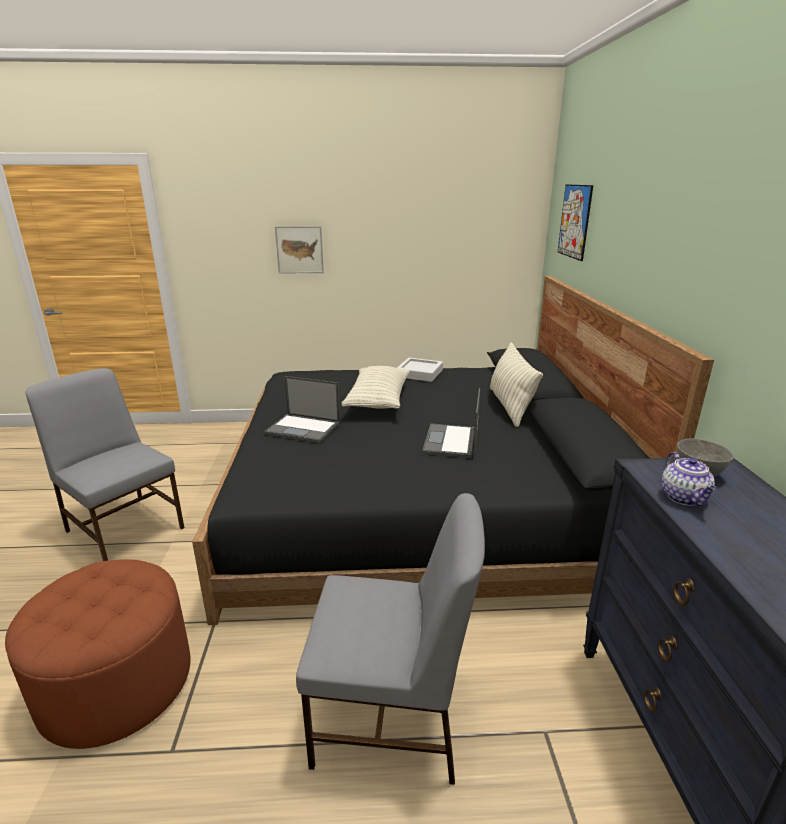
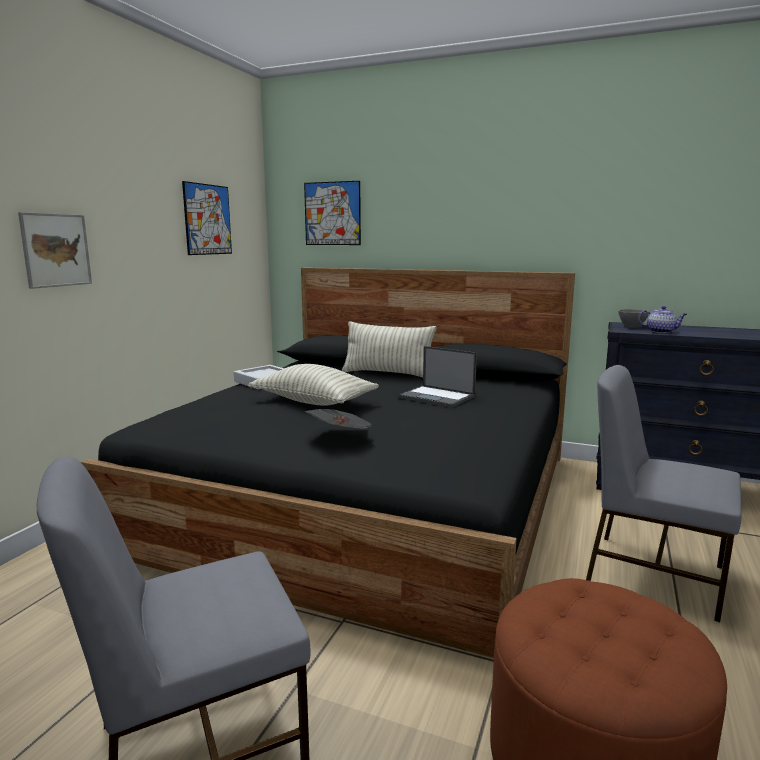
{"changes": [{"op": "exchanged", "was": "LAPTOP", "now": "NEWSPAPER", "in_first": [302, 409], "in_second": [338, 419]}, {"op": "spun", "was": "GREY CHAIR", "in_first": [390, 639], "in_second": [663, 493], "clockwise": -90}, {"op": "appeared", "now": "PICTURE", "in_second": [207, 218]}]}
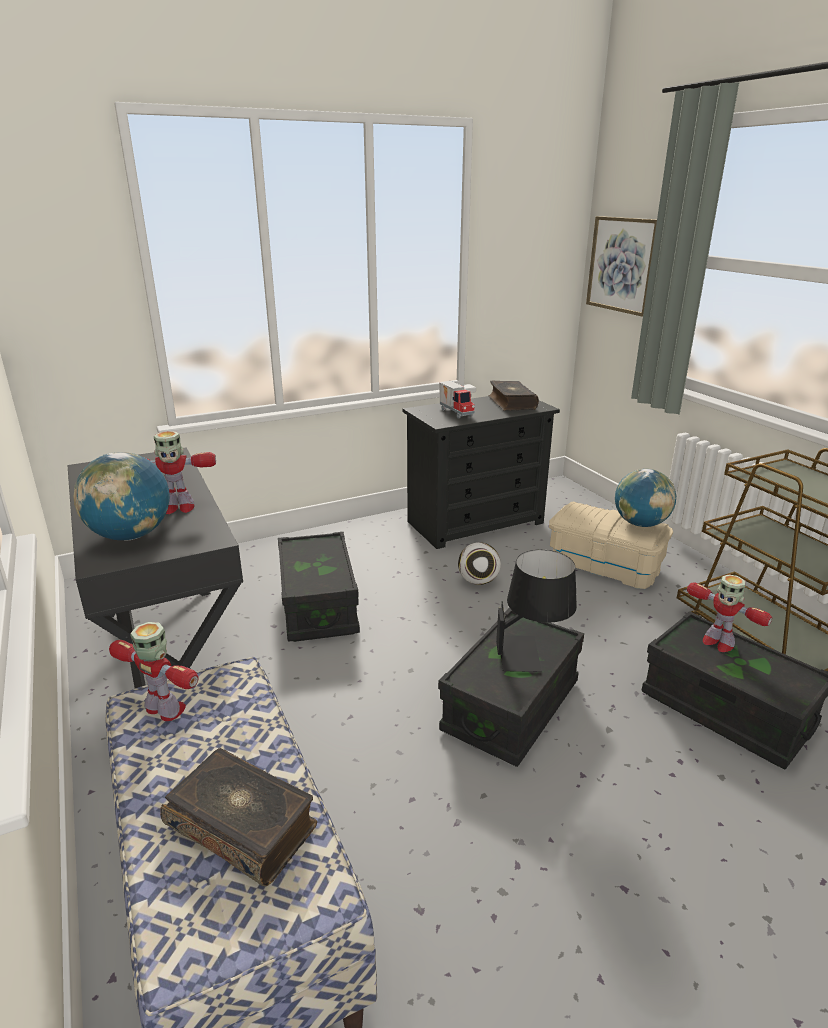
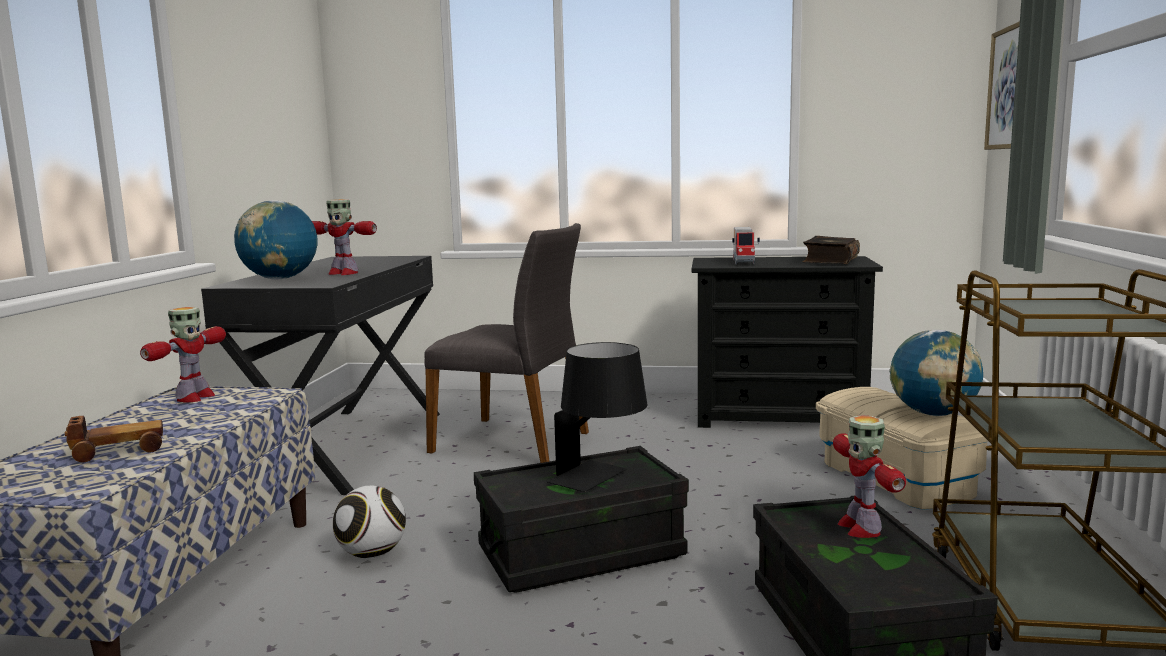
{"changes": [{"op": "exchanged", "was": "BLACK STORAGE BOX", "now": "GREY CHAIR", "in_first": [319, 587], "in_second": [507, 343]}, {"op": "relocated", "was": "FOOTBALL", "in_first": [479, 563], "in_second": [369, 521]}, {"op": "spun", "was": "TOY ROBOT", "in_first": [153, 671], "in_second": [183, 354], "clockwise": 45}, {"op": "exchanged", "was": "BOOK", "now": "TOY CAR", "in_first": [238, 817], "in_second": [114, 439]}]}
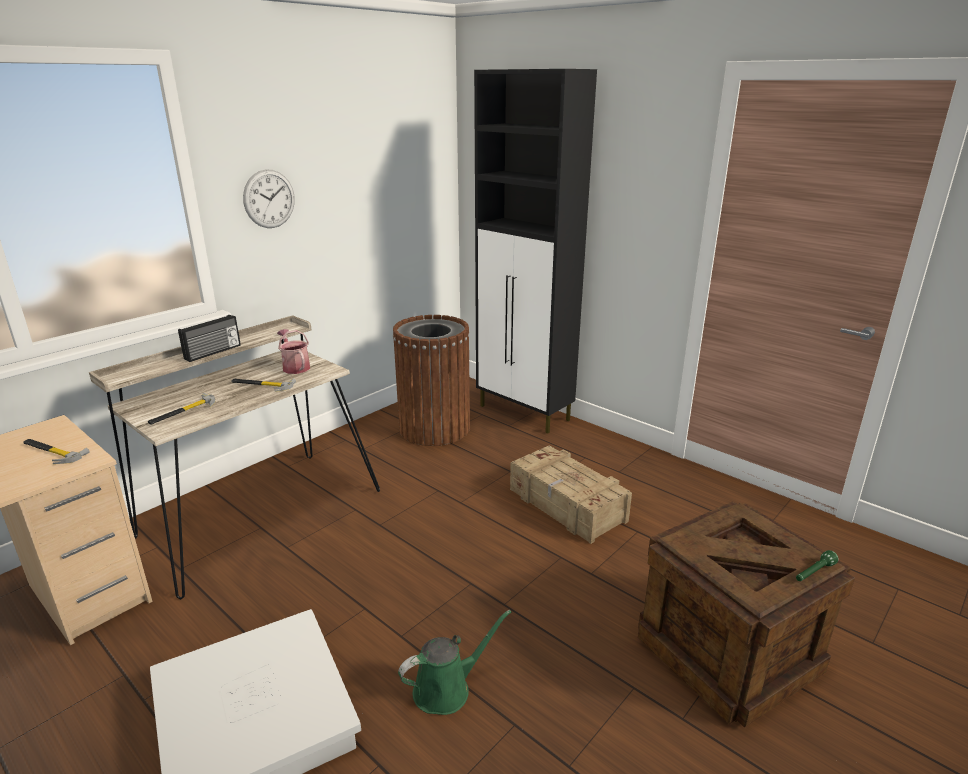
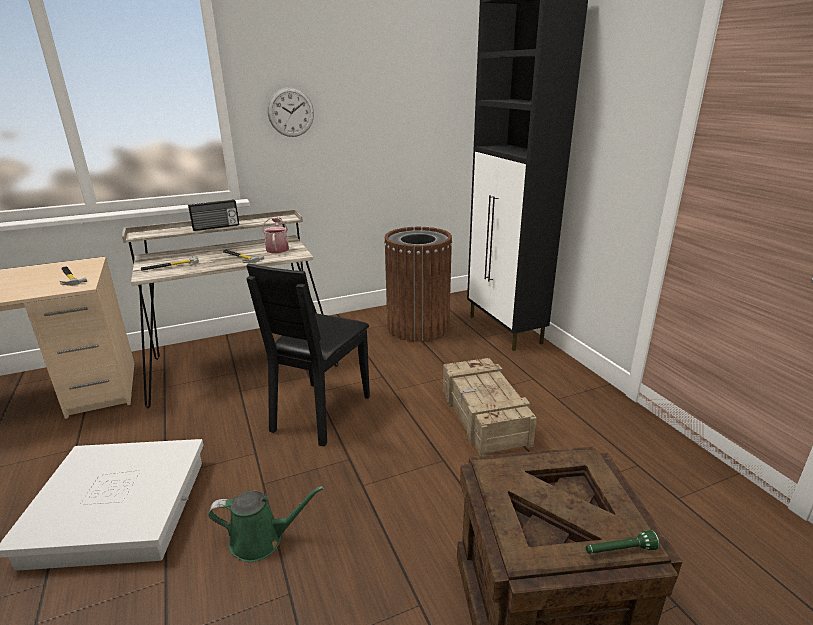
{"changes": [{"op": "appeared", "now": "BLACK CHAIR", "in_second": [308, 354]}]}
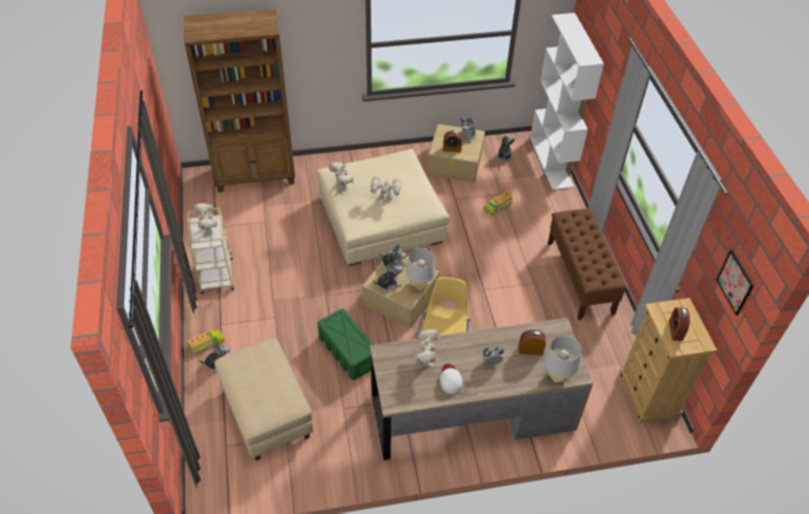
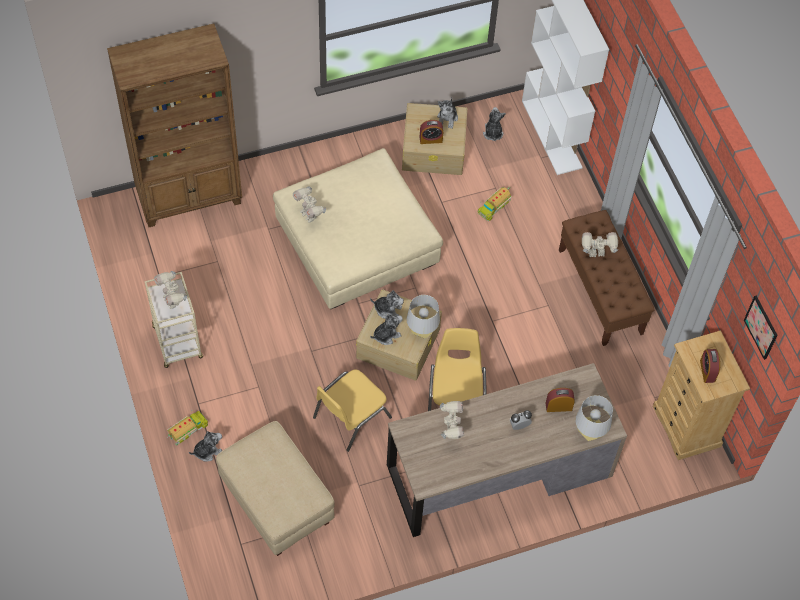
{"changes": [{"op": "relocated", "was": "TOY ROBOT", "in_first": [385, 189], "in_second": [600, 244]}, {"op": "exchanged", "was": "GREEN STORAGE BOX", "now": "YELLOW CHAIR", "in_first": [345, 344], "in_second": [352, 410]}, {"op": "missing", "was": "WHITE CAP", "in_first": [451, 379]}]}
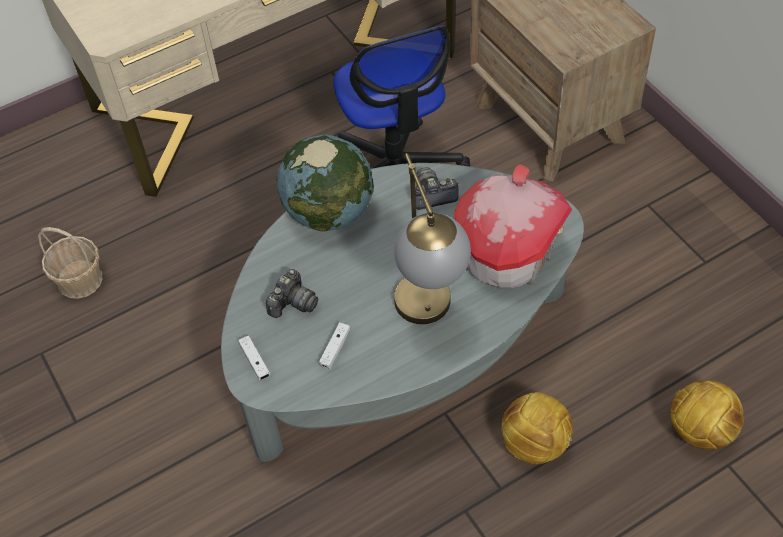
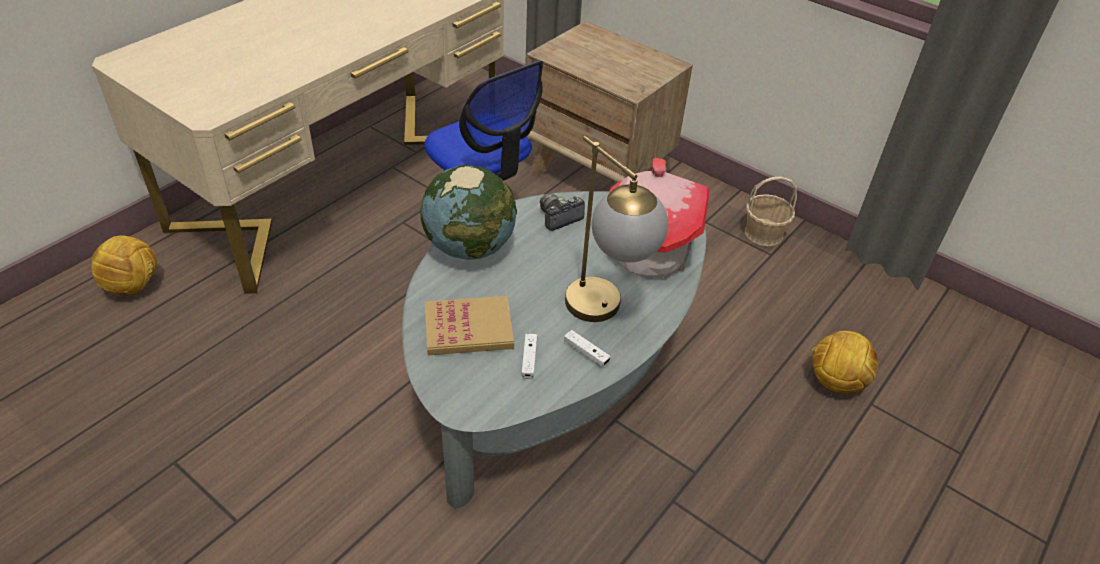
{"changes": [{"op": "relocated", "was": "BASKET", "in_first": [70, 263], "in_second": [771, 211]}, {"op": "exchanged", "was": "PHOTO CAMERA", "now": "BOOK", "in_first": [292, 293], "in_second": [469, 325]}, {"op": "relocated", "was": "WHITE GAME CONTROLLER", "in_first": [254, 357], "in_second": [587, 348]}, {"op": "relocated", "was": "FOOTBALL", "in_first": [537, 428], "in_second": [124, 265]}]}
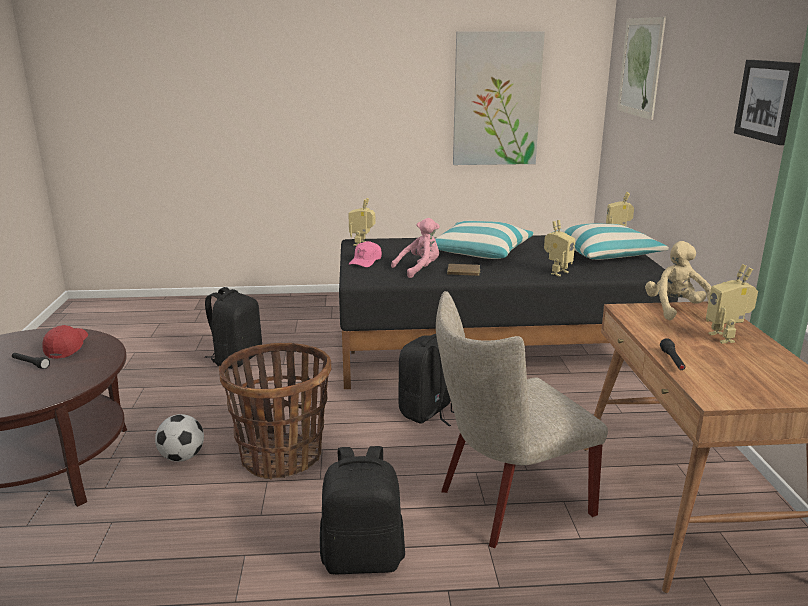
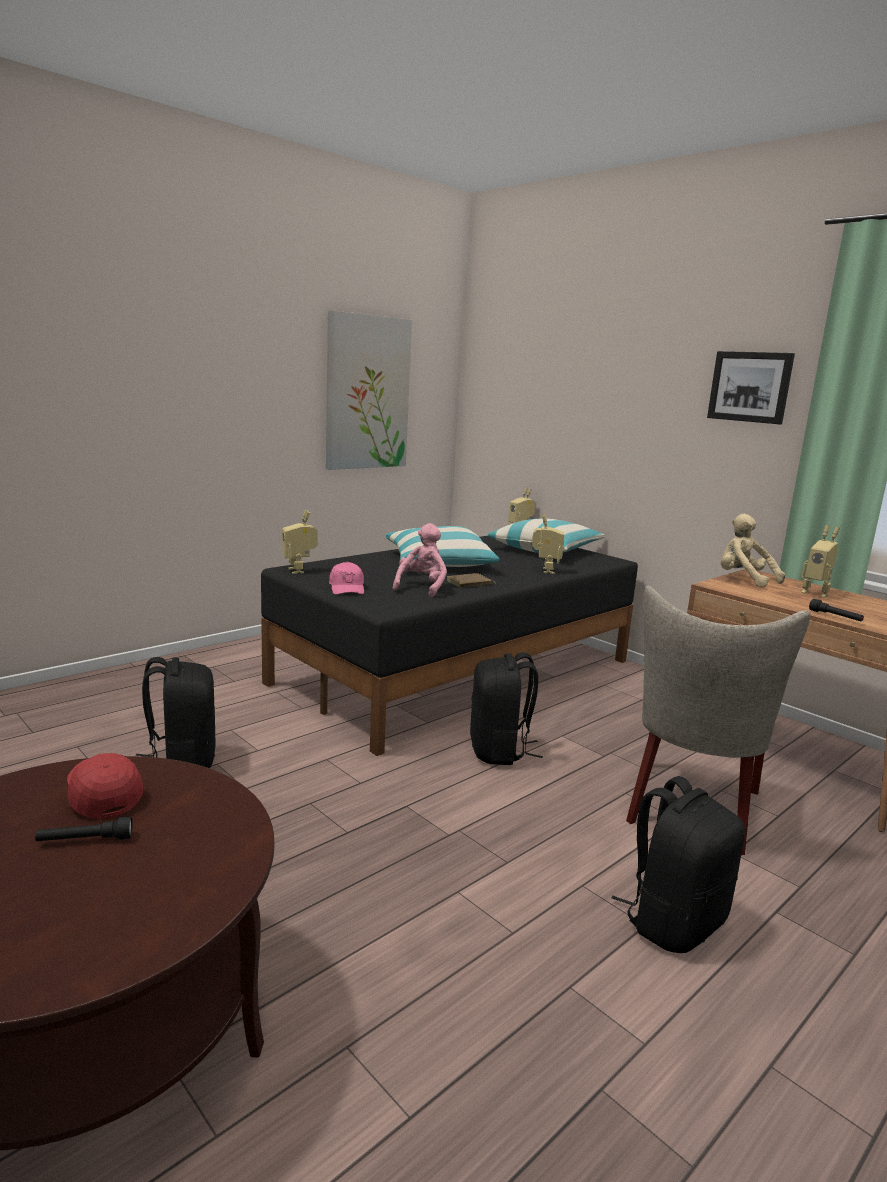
{"changes": [{"op": "missing", "was": "PICTURE", "in_first": [641, 68]}, {"op": "missing", "was": "BASKET", "in_first": [275, 411]}, {"op": "missing", "was": "FOOTBALL", "in_first": [179, 438]}]}
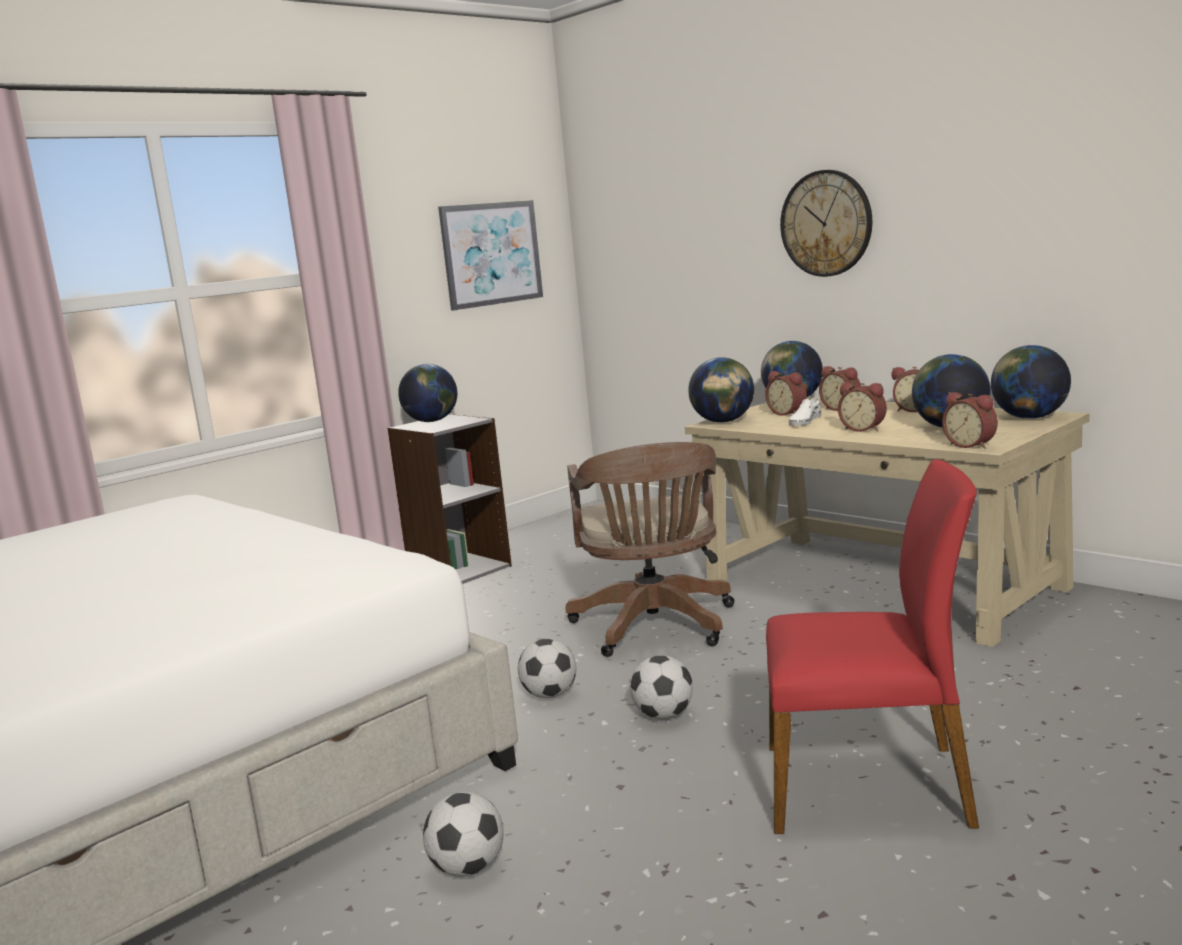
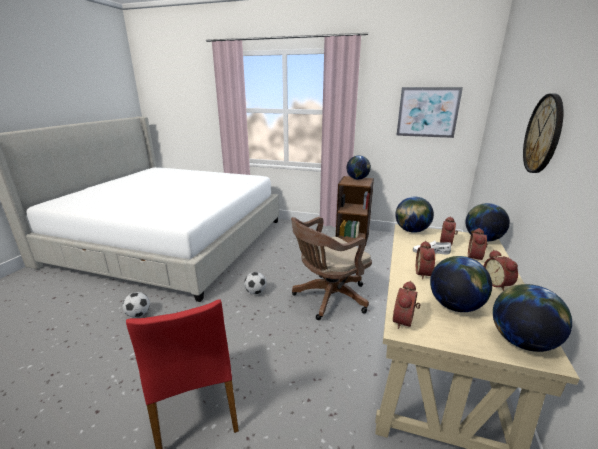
{"changes": [{"op": "colour", "was": "GREY BOOKCASE", "now": "BROWN BOOKCASE", "in_first": [450, 498], "in_second": [355, 211]}, {"op": "missing", "was": "FOOTBALL", "in_first": [661, 687]}]}
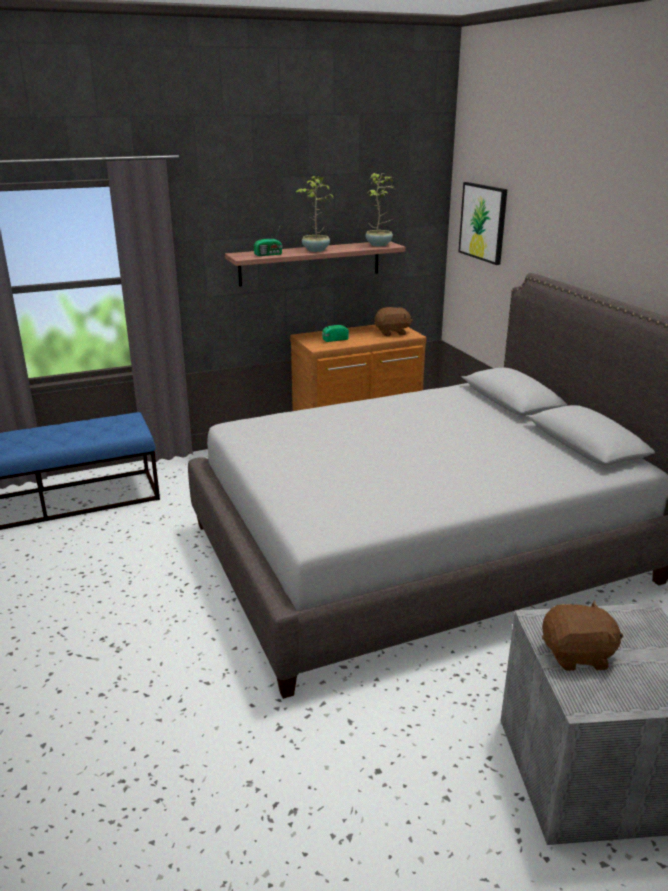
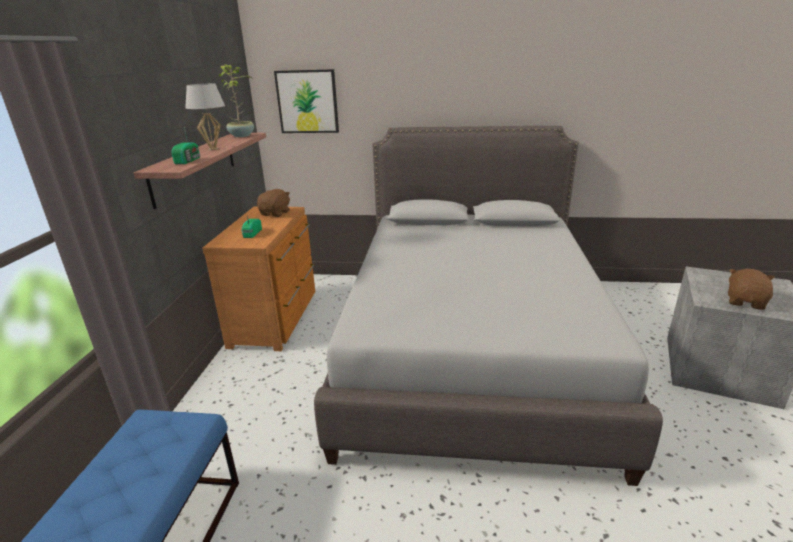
{"changes": [{"op": "exchanged", "was": "POTTED PLANT", "now": "WHITE TABLE LAMP", "in_first": [314, 214], "in_second": [205, 116]}]}
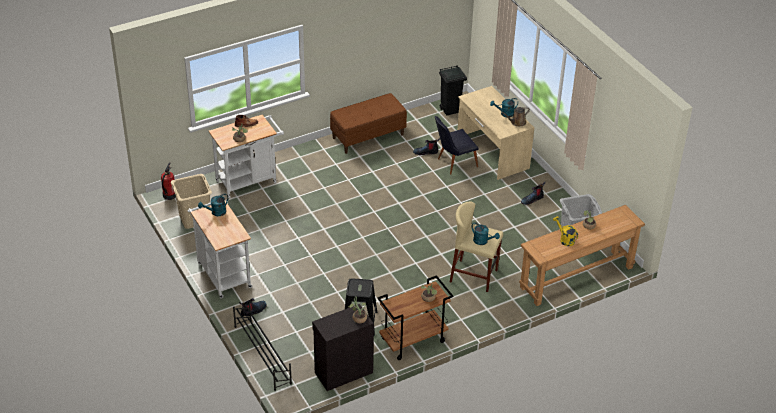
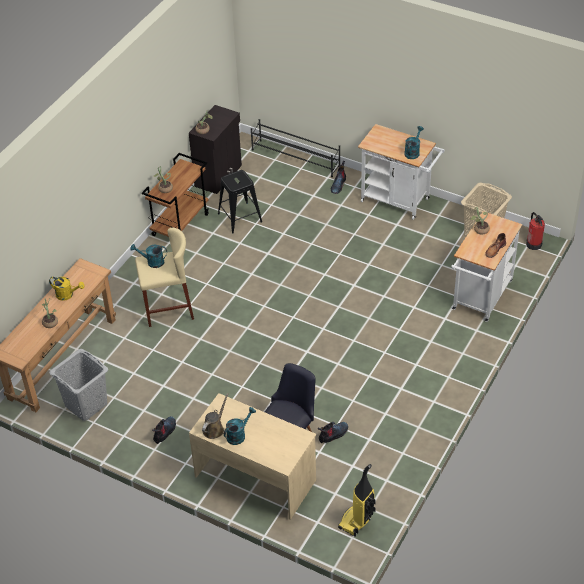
{"changes": [{"op": "exchanged", "was": "BLACK TRASH CAN", "now": "VACUUM CLEANER", "in_first": [453, 91], "in_second": [357, 500]}, {"op": "missing", "was": "BROWN BENCH", "in_first": [368, 123]}]}
